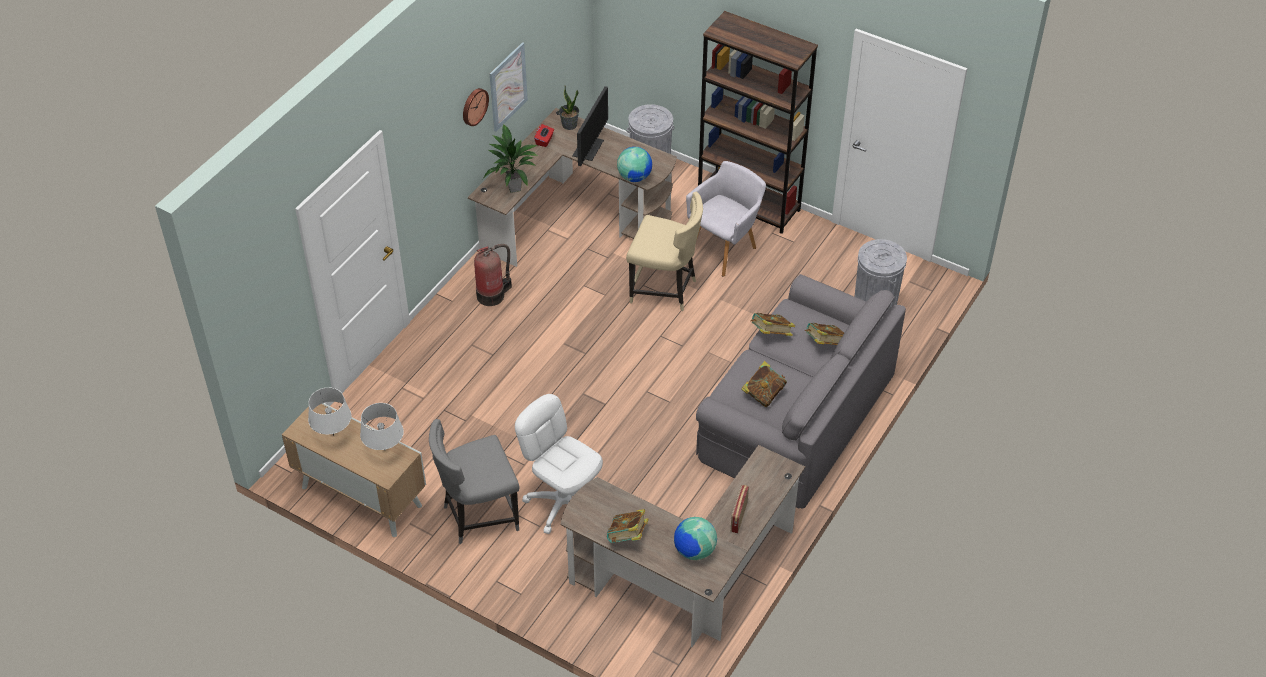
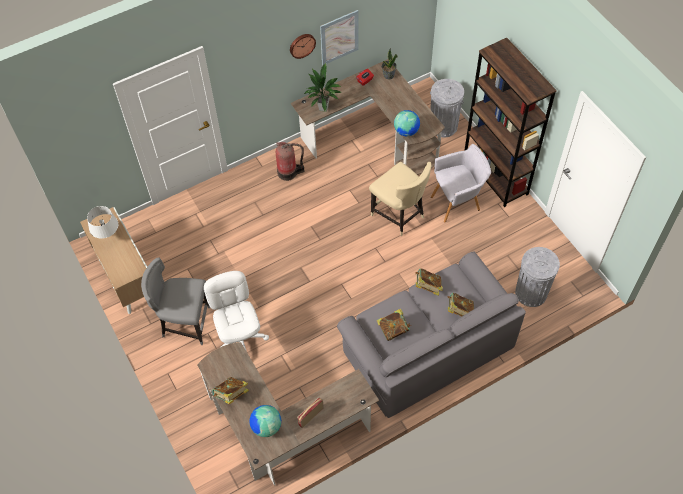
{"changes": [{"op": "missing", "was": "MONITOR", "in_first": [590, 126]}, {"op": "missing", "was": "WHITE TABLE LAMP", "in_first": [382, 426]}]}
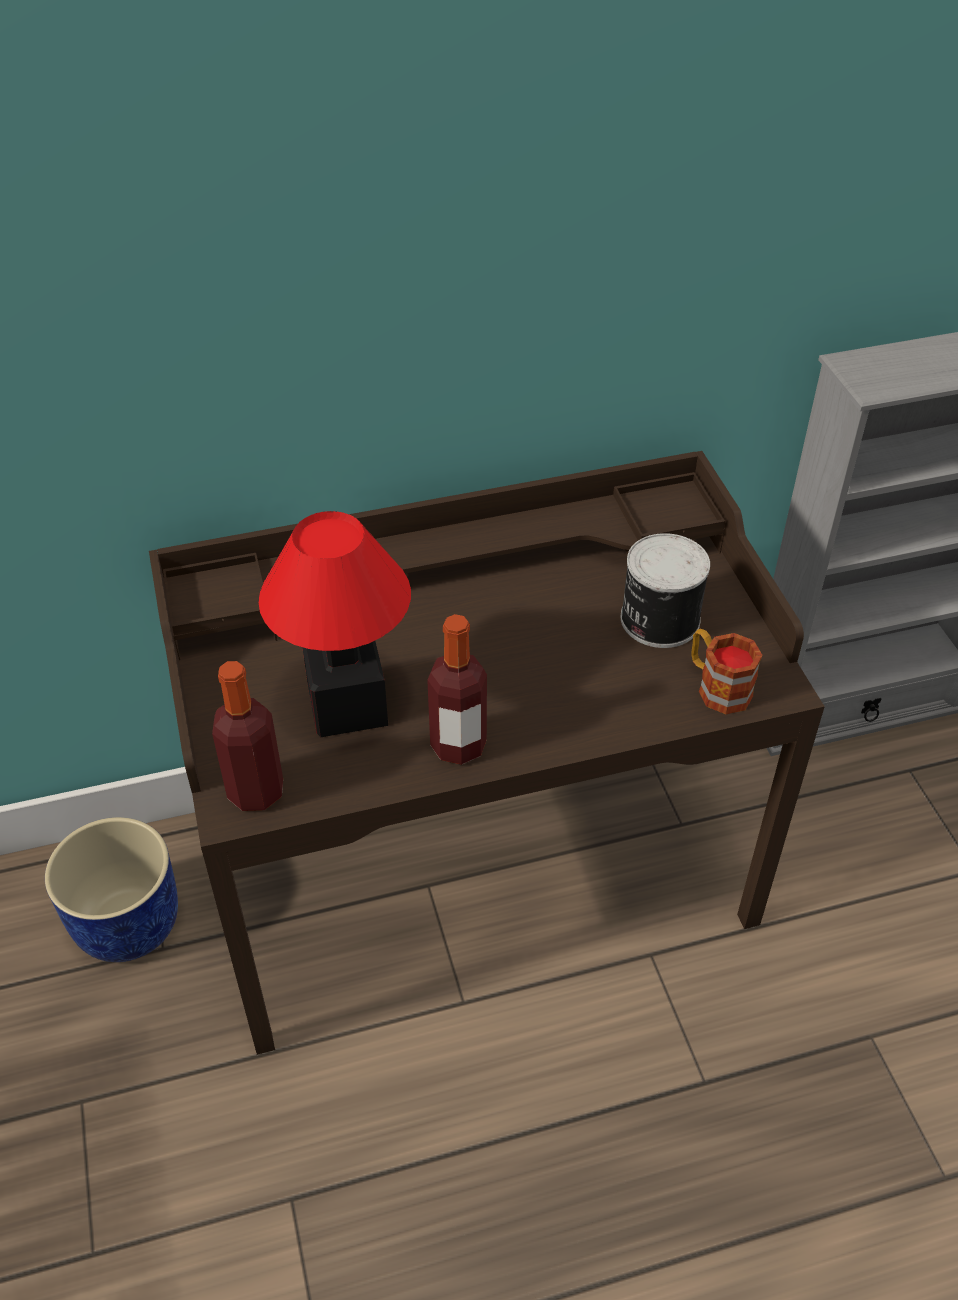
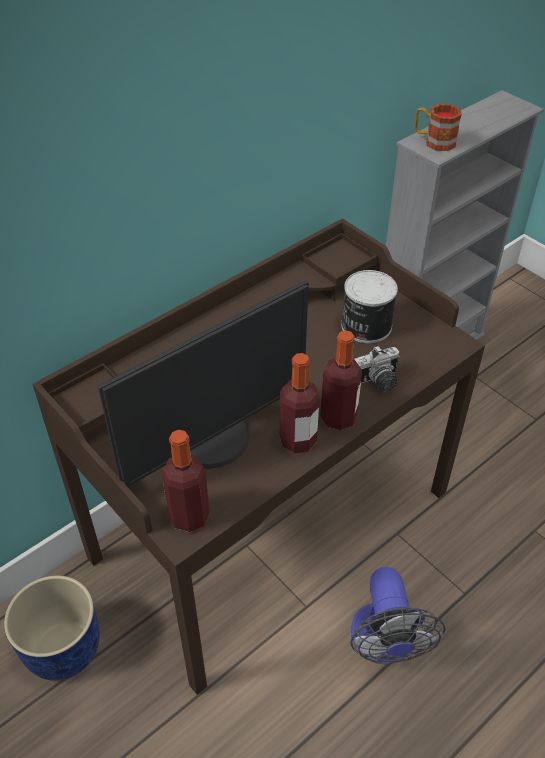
{"changes": [{"op": "exchanged", "was": "TABLE LAMP", "now": "MONITOR", "in_first": [334, 624], "in_second": [203, 384]}, {"op": "relocated", "was": "MUG", "in_first": [727, 671], "in_second": [438, 127]}, {"op": "appeared", "now": "BOTTLE", "in_second": [341, 380]}, {"op": "appeared", "now": "PHOTO CAMERA", "in_second": [377, 369]}, {"op": "appeared", "now": "FAN", "in_second": [398, 616]}]}
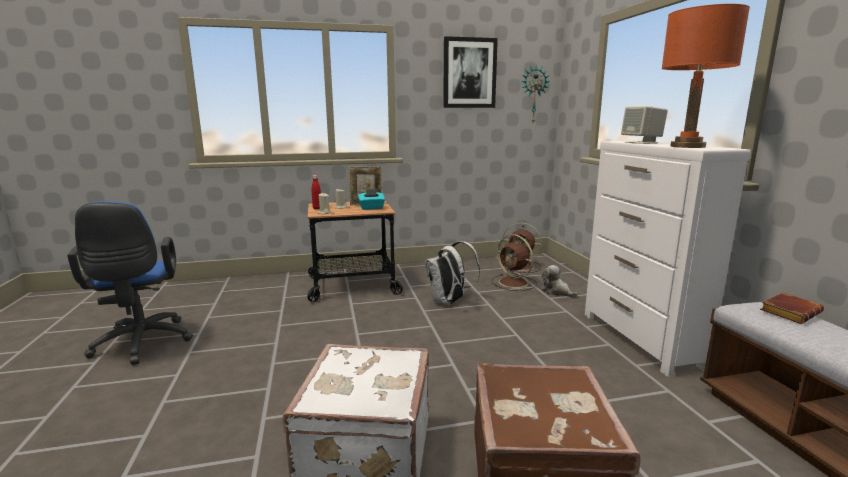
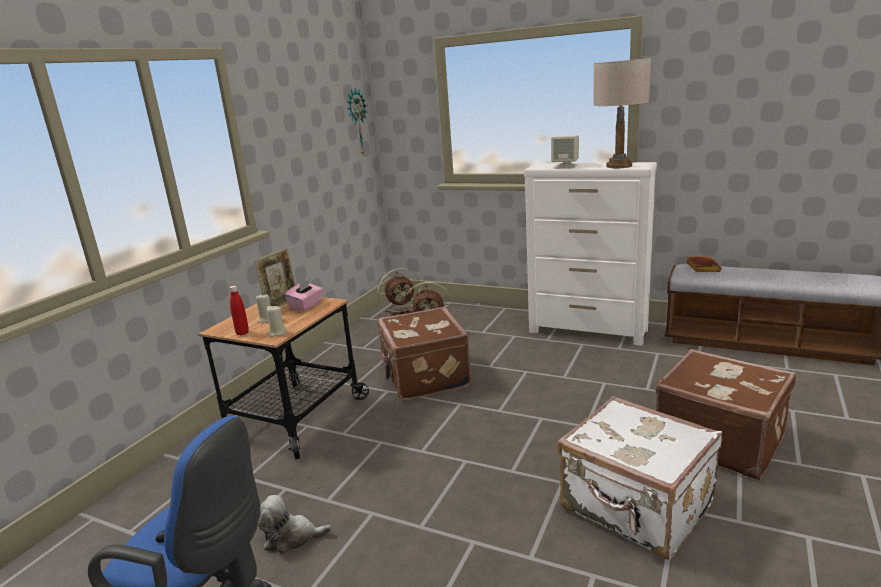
{"changes": [{"op": "colour", "was": "ORANGE TABLE LAMP", "now": "BEIGE TABLE LAMP", "in_first": [706, 76], "in_second": [622, 113]}, {"op": "missing", "was": "PICTURE", "in_first": [470, 72]}, {"op": "colour", "was": "TURQUOISE TISSUE BOX", "now": "PINK TISSUE BOX", "in_first": [371, 199], "in_second": [304, 295]}, {"op": "exchanged", "was": "WHITE BACKPACK", "now": "BROWN SUITCASE", "in_first": [452, 273], "in_second": [425, 354]}, {"op": "relocated", "was": "PLUSH TOY", "in_first": [559, 281], "in_second": [295, 524]}]}
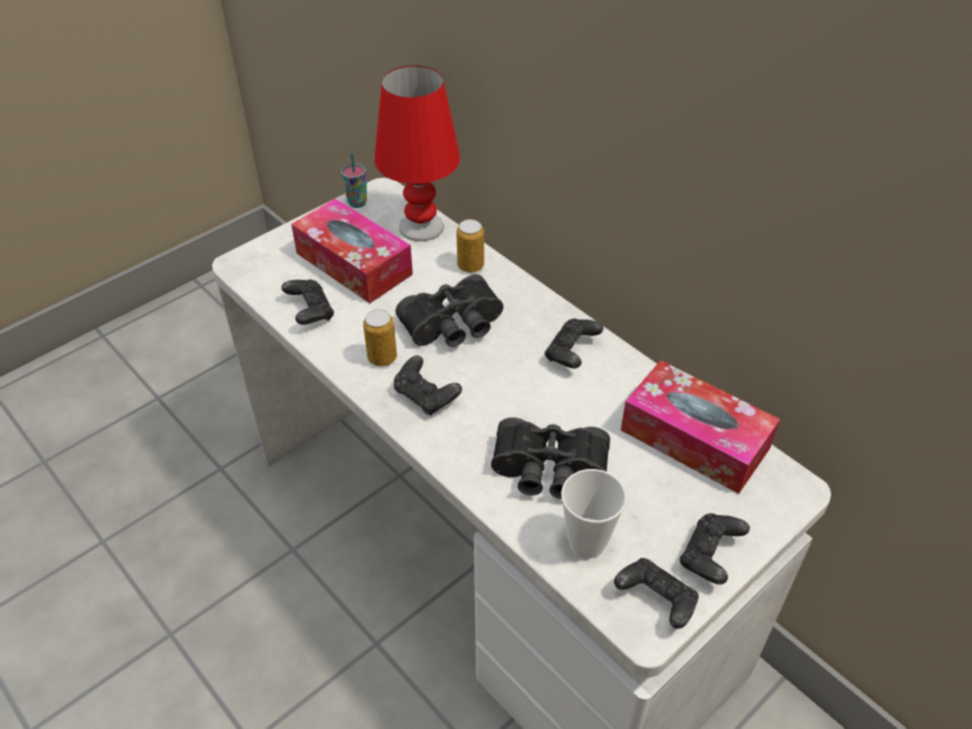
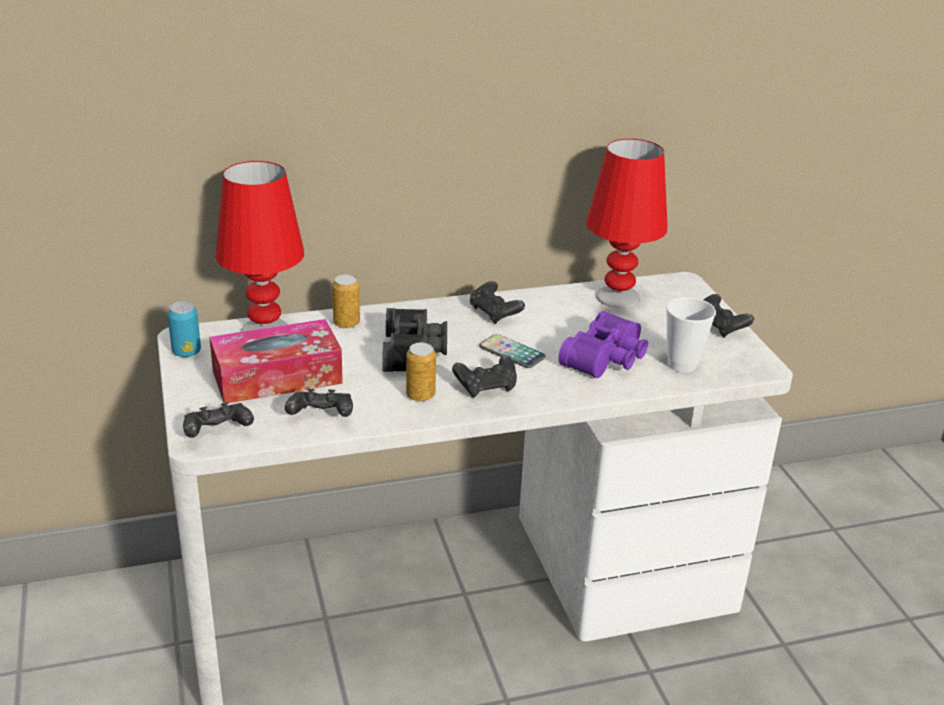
{"changes": [{"op": "exchanged", "was": "CUP", "now": "CAN", "in_first": [354, 180], "in_second": [184, 329]}, {"op": "exchanged", "was": "TISSUE BOX", "now": "RED TABLE LAMP", "in_first": [700, 427], "in_second": [627, 224]}, {"op": "colour", "was": "BLACK BINOCULARS", "now": "PURPLE BINOCULARS", "in_first": [550, 458], "in_second": [603, 344]}, {"op": "relocated", "was": "BLACK GAME CONTROLLER", "in_first": [656, 593], "in_second": [218, 420]}, {"op": "appeared", "now": "PHONE", "in_second": [512, 351]}]}
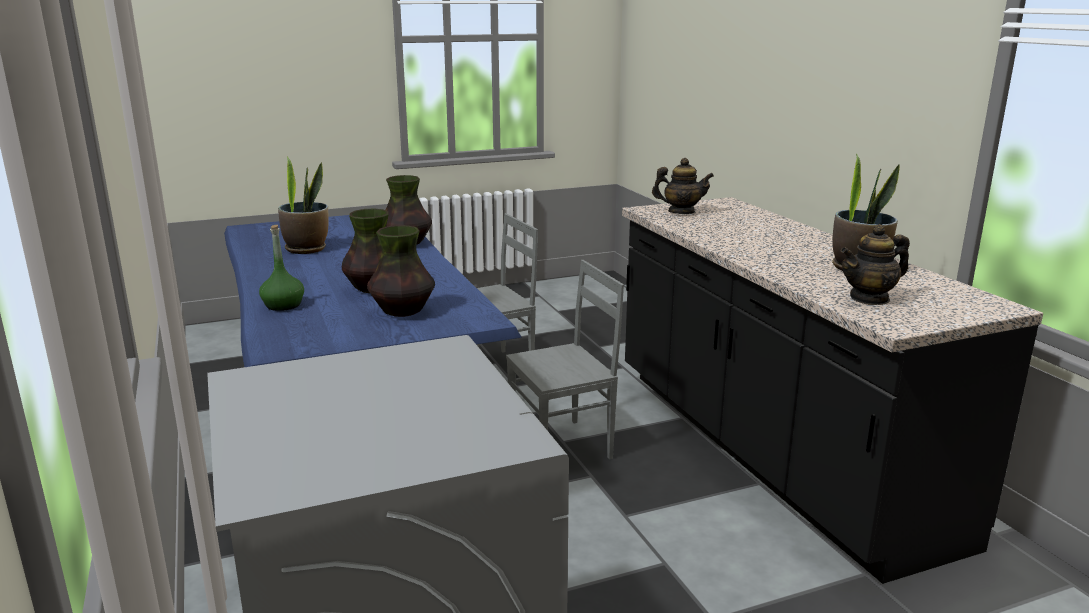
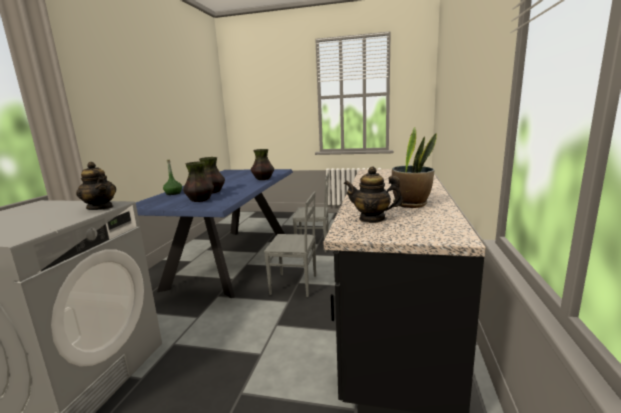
{"changes": [{"op": "missing", "was": "POTTED PLANT", "in_first": [303, 205]}, {"op": "relocated", "was": "TEAPOT", "in_first": [683, 186], "in_second": [96, 186]}]}
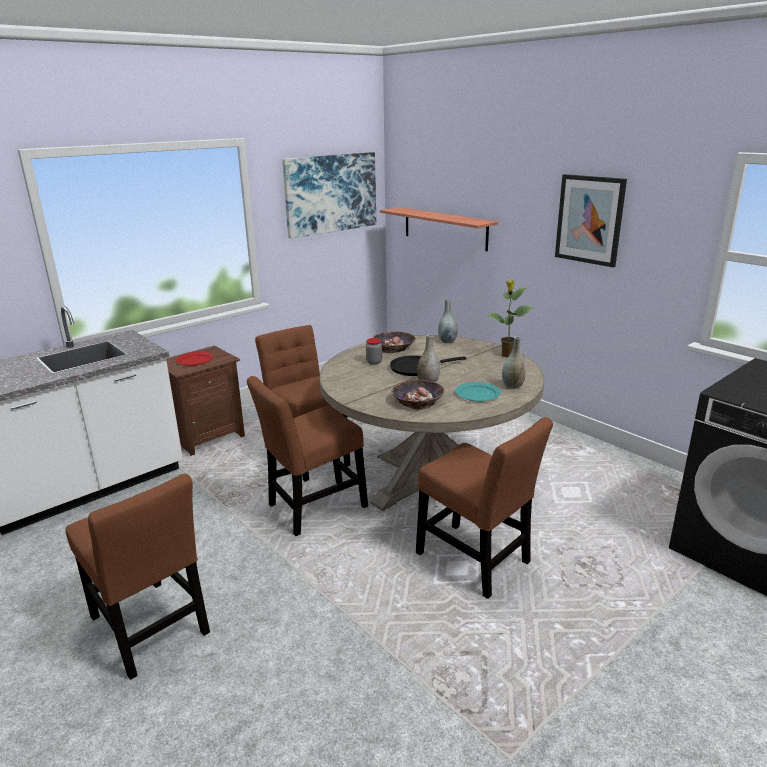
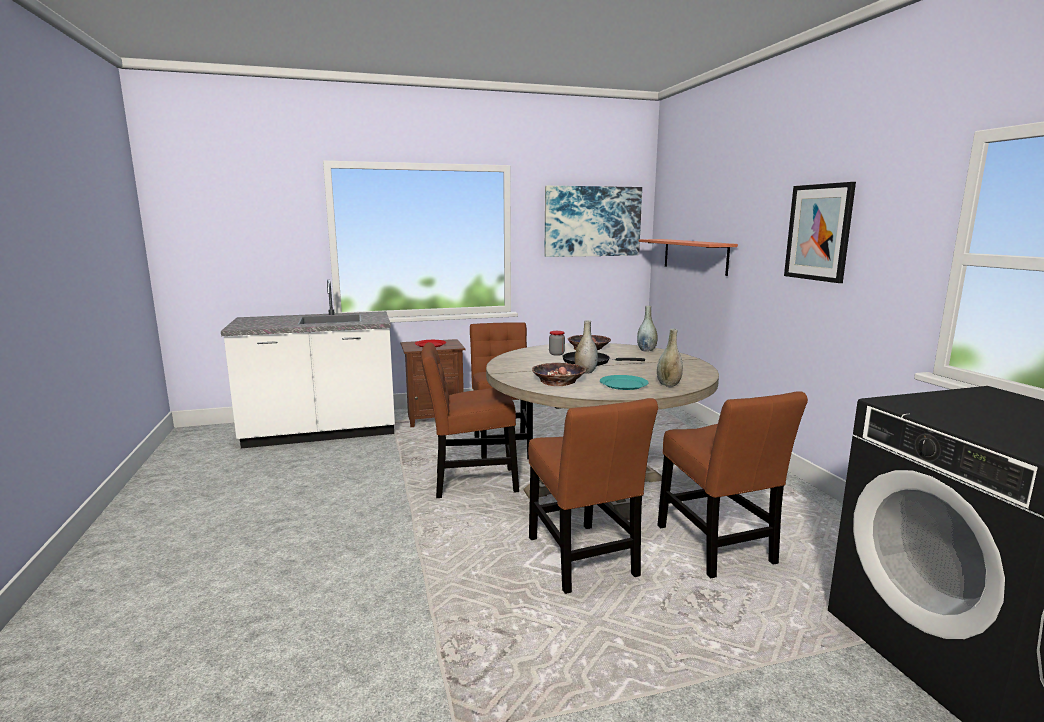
{"changes": [{"op": "missing", "was": "POTTED PLANT", "in_first": [510, 318]}, {"op": "relocated", "was": "BROWN CHAIR", "in_first": [138, 577], "in_second": [732, 484]}]}
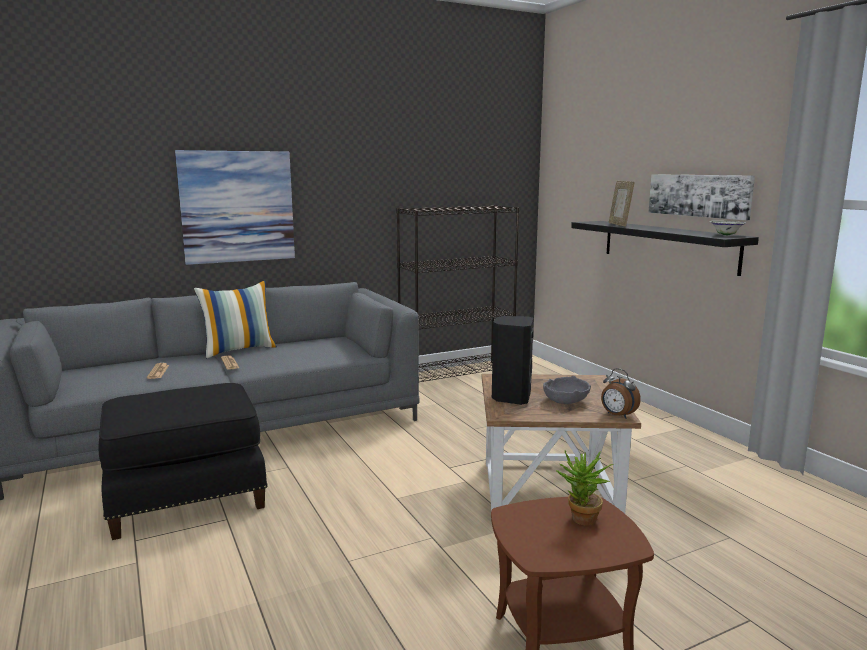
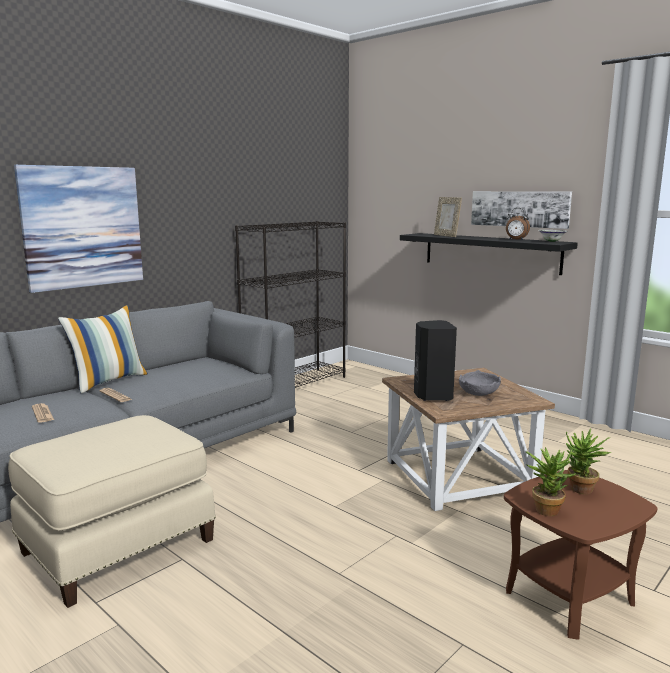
{"changes": [{"op": "relocated", "was": "ALARM CLOCK", "in_first": [621, 393], "in_second": [518, 224]}, {"op": "colour", "was": "BLACK OTTOMAN", "now": "BEIGE OTTOMAN", "in_first": [183, 461], "in_second": [112, 511]}, {"op": "appeared", "now": "POTTED PLANT", "in_second": [551, 481]}]}
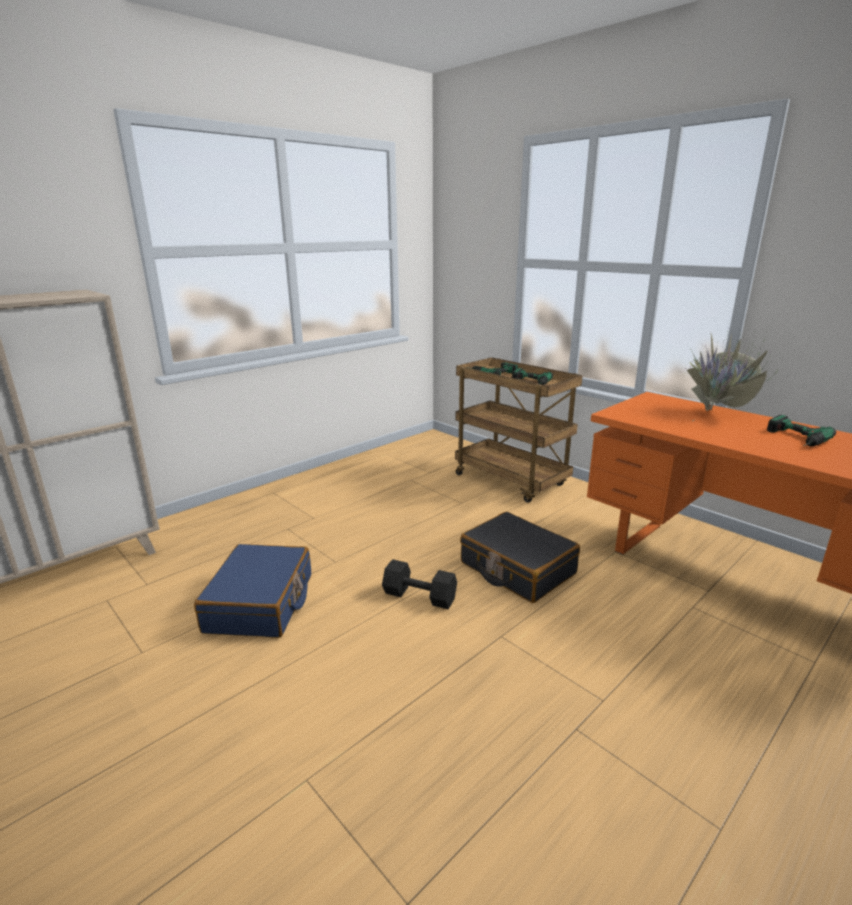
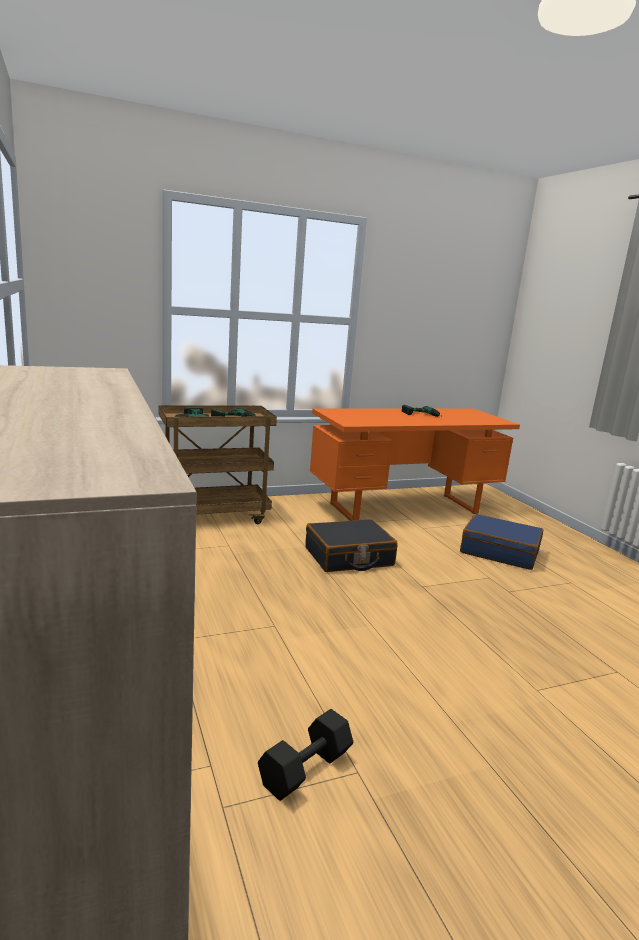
{"changes": [{"op": "missing", "was": "POTTED PLANT", "in_first": [721, 373]}, {"op": "relocated", "was": "BLUE SUITCASE", "in_first": [252, 591], "in_second": [501, 542]}, {"op": "relocated", "was": "BLACK DUMBBELL", "in_first": [419, 584], "in_second": [305, 755]}]}
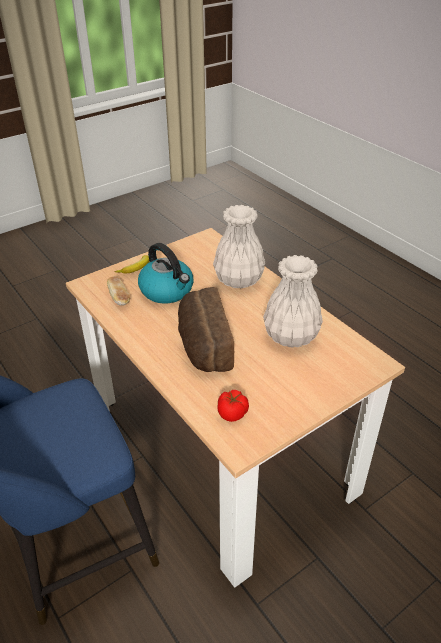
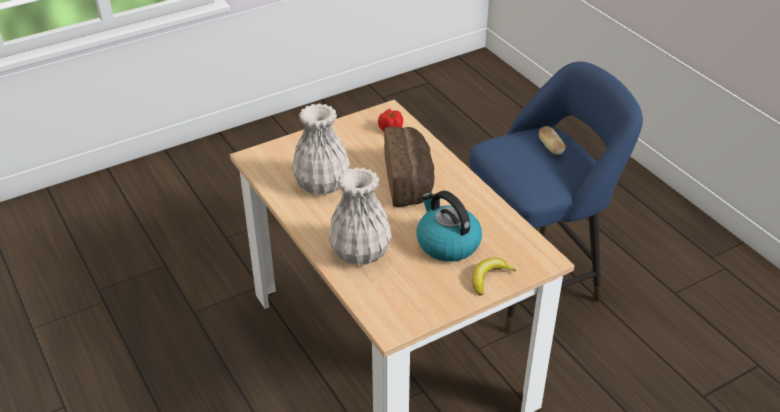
{"changes": [{"op": "relocated", "was": "BREAD", "in_first": [118, 291], "in_second": [552, 140]}]}
